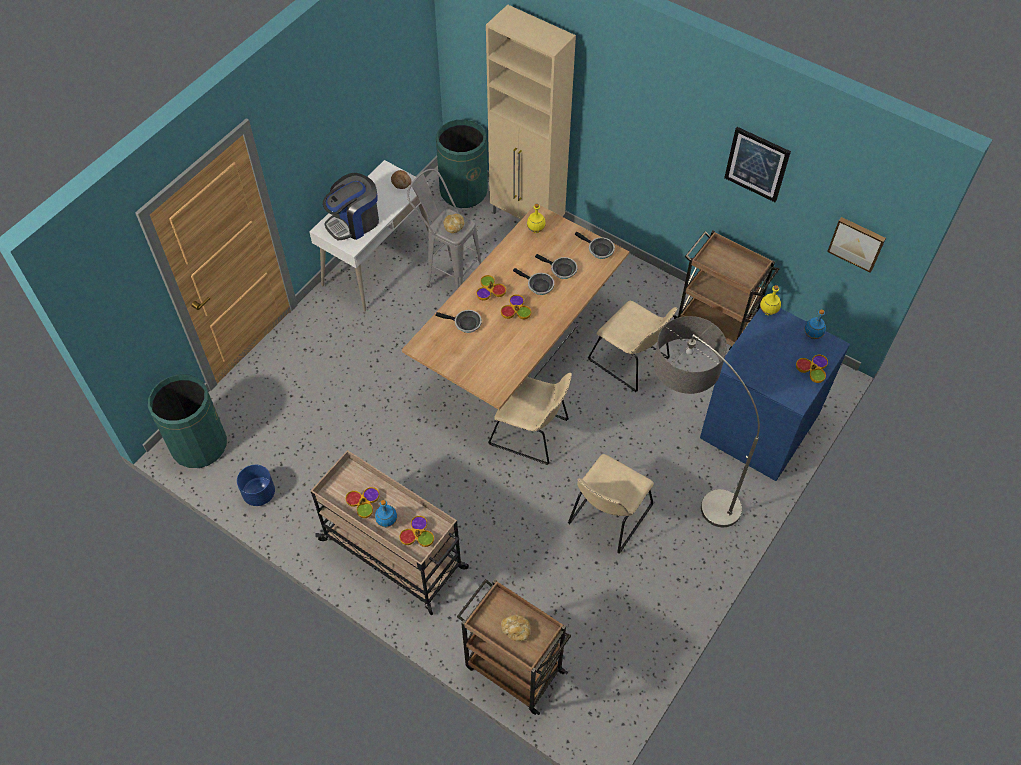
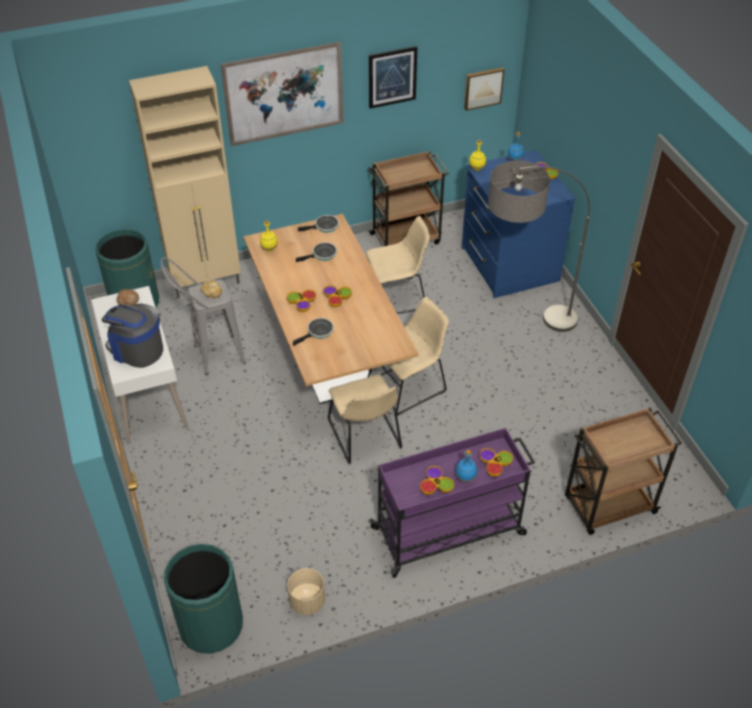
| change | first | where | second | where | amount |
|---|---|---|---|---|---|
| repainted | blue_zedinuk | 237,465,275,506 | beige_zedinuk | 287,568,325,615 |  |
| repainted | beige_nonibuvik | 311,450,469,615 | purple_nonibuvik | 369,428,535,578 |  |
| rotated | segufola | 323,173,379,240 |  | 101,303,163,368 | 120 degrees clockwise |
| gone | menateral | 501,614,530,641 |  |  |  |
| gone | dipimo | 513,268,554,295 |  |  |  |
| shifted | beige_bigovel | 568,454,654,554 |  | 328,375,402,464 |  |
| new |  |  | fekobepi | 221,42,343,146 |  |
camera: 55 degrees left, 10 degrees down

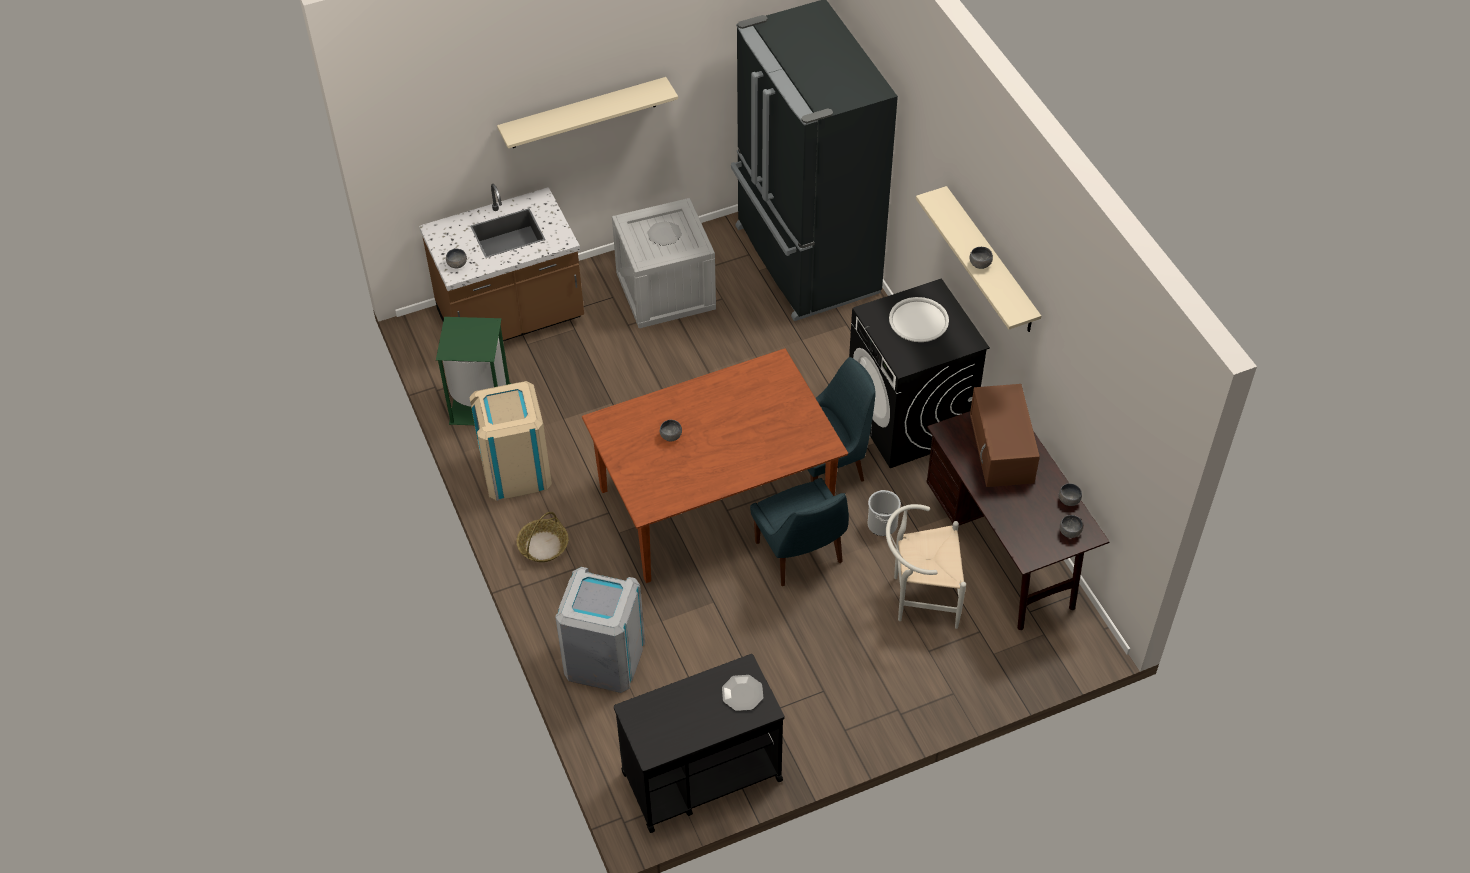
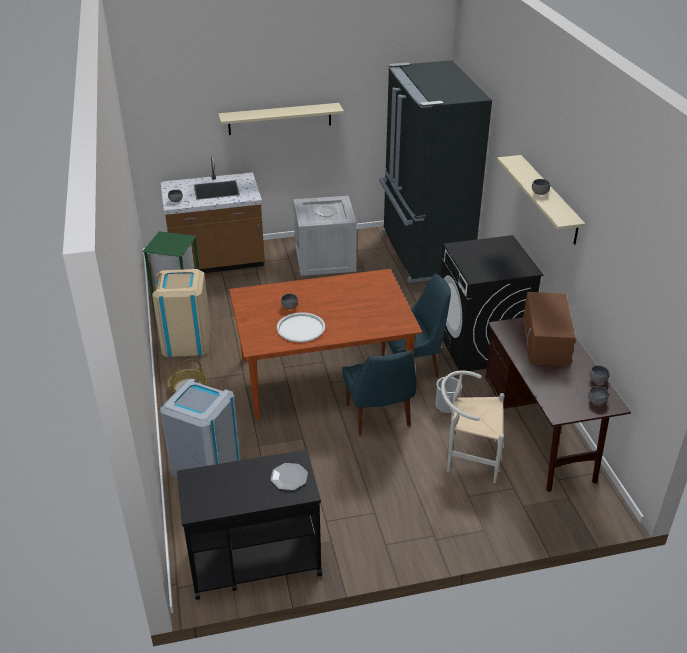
| change | first | where | second | where | amount |
|---|---|---|---|---|---|
| shifted | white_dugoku | 889,297,949,342 |  | 277,312,325,342 |  |
camera: 10 degrees right, 15 degrees down

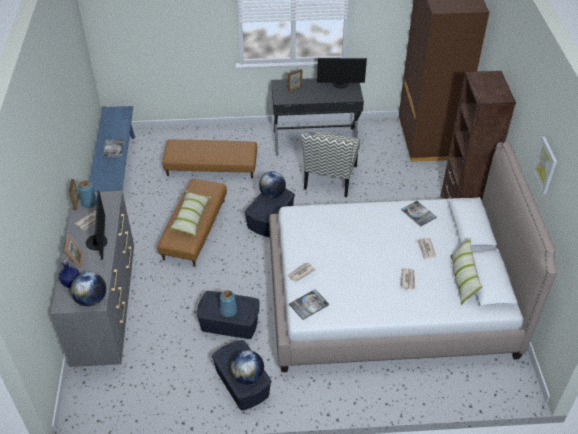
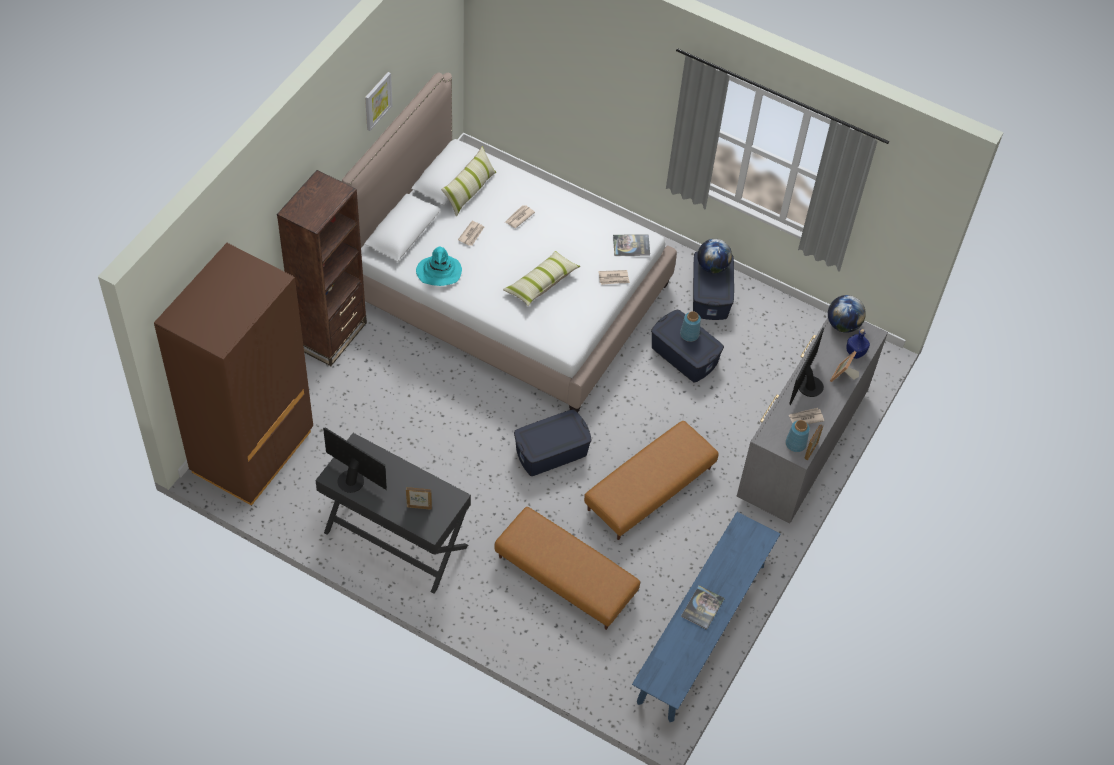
| change | first | where | second | where | amount |
|---|---|---|---|---|---|
| shifted | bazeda | 169,190,211,236 |  | 503,251,580,306 |  |
| gone | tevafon | 259,171,286,198 |  |  |  |
| gone | bigovel | 301,131,360,197 |  |  |  |
| swapped | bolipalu | 401,201,437,227 | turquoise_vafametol | 416,247,462,286 |  |
camera: 150 degrees left, 10 degrees up

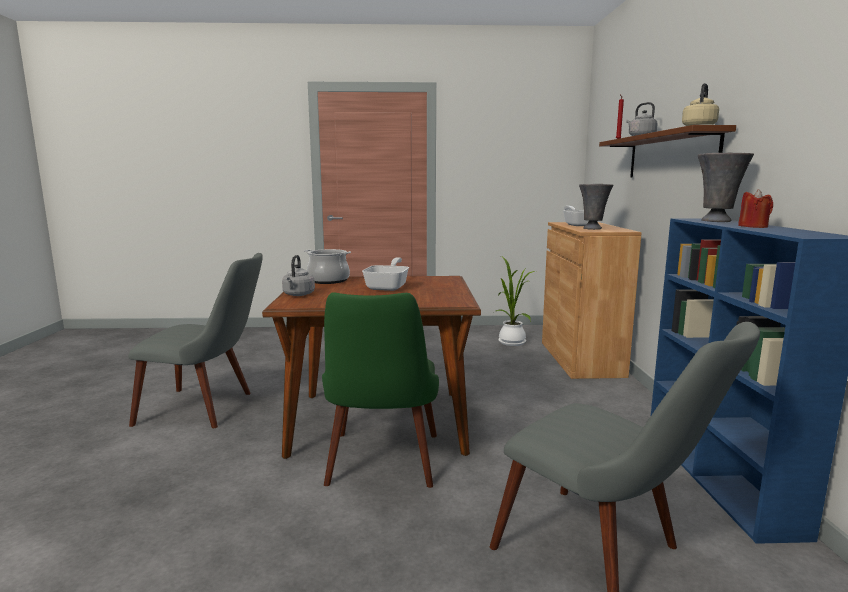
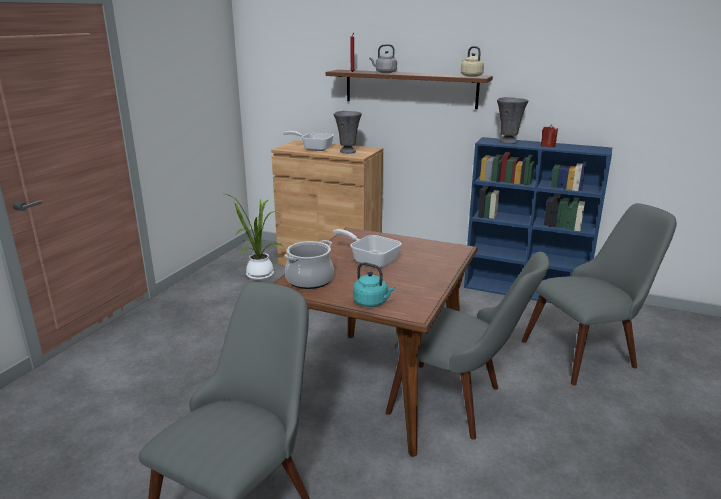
| change | first | where | second | where | amount |
|---|---|---|---|---|---|
| repainted | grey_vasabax | 282,255,315,296 | turquoise_vasabax | 353,262,395,307 |  |
| repainted | green_bigovel | 322,292,439,488 | grey_bigovel | 386,252,550,440 |  |
camera: 65 degrees left, 10 degrees up

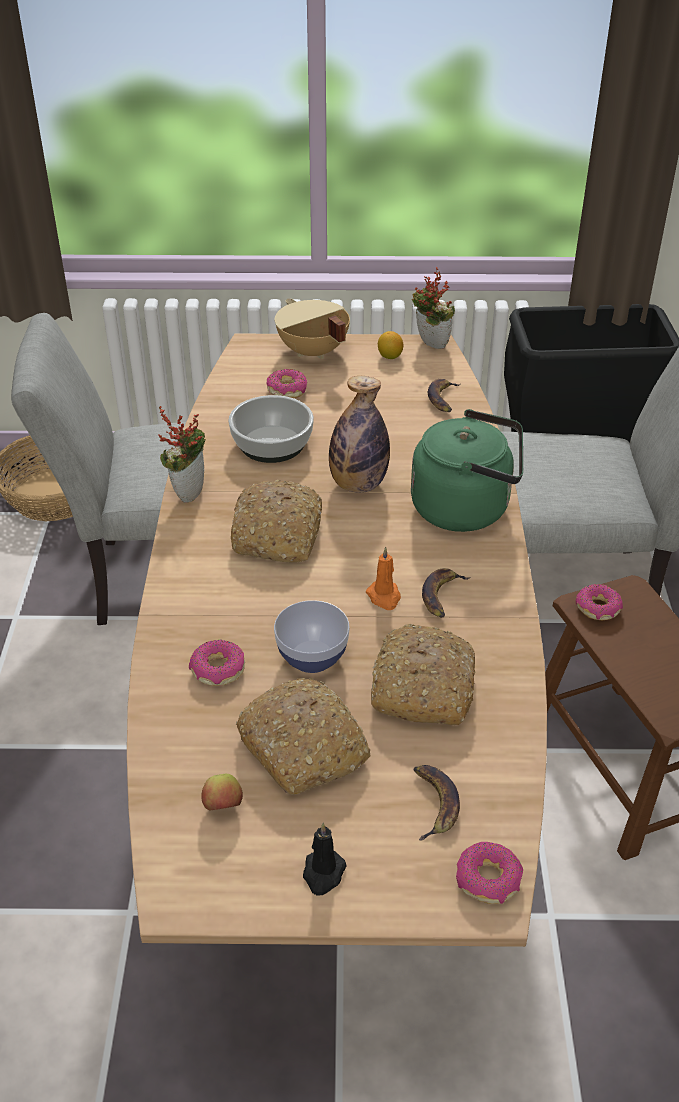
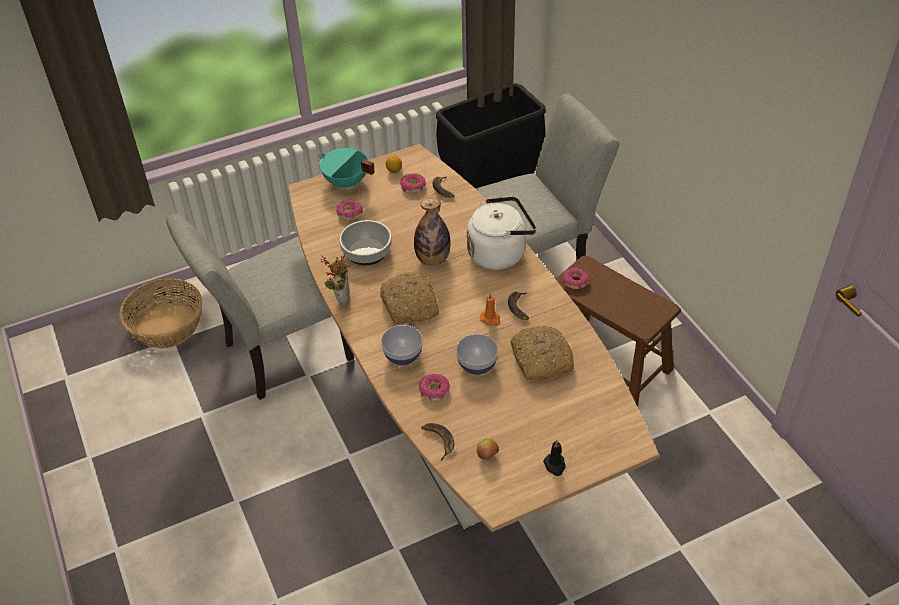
| change | first | where | second | where | amount |
|---|---|---|---|---|---|
| gone | menateral | 236,678,370,795 |  |  |  |
| repainted | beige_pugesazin | 275,299,350,360 | turquoise_pugesazin | 318,148,375,189 |  |
| repainted | green_vasabax | 411,409,523,532 | white_vasabax | 467,196,536,270 |  |
| gone | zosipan | 412,267,455,349 |  |  |  |
| shifted | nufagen | 414,765,460,840 |  | 421,423,454,461 |  |
| shifted | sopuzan | 456,842,523,904 |  | 400,173,426,193 |  |
| new |  |  | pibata | 381,325,423,365 |  |
camera: 25 degrees left, 5 degrees up

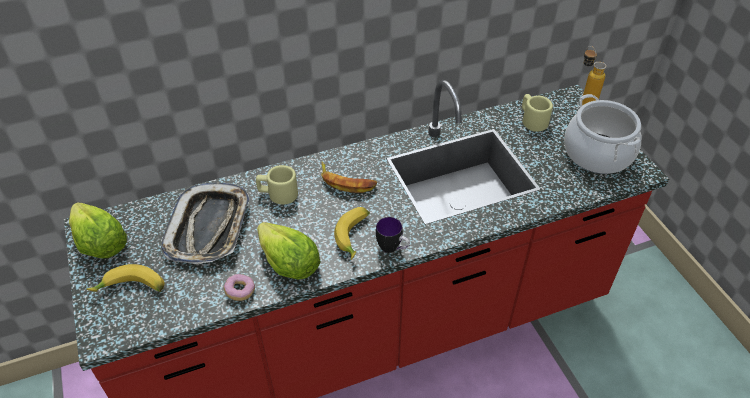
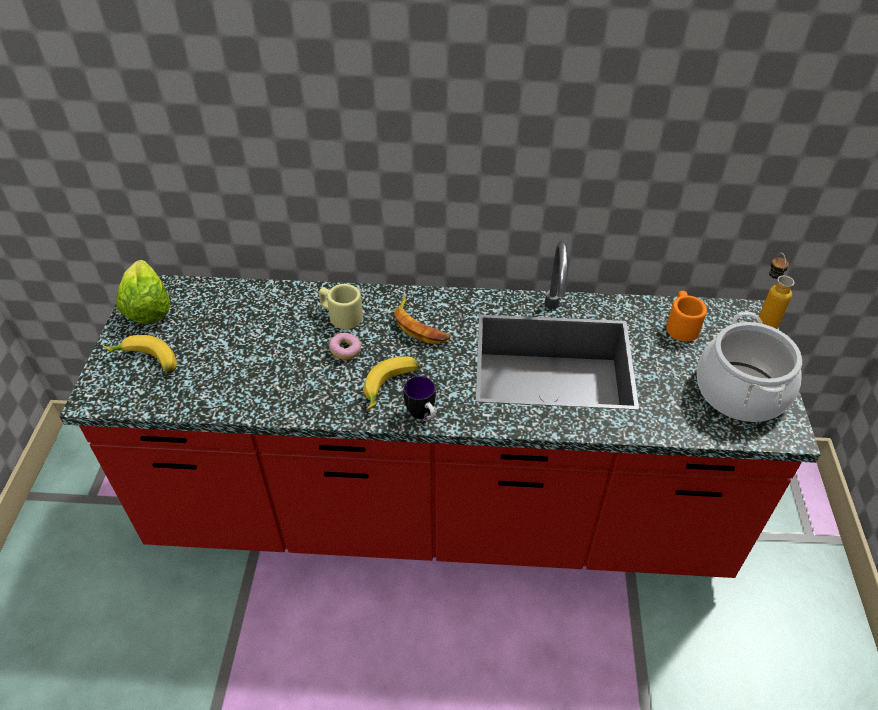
| change | first | where | second | where | amount |
|---|---|---|---|---|---|
| gone | dugoku | 161,183,250,264 |  |  |  |
| shifted | sopuzan | 224,274,255,301 |  | 329,333,361,360 |  |
| gone | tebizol | 257,222,321,280 |  |  |  |
| repainted | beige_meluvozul | 522,94,553,132 | orange_meluvozul | 666,291,707,341 |  |
camera: 25 degrees right, 0 degrees up

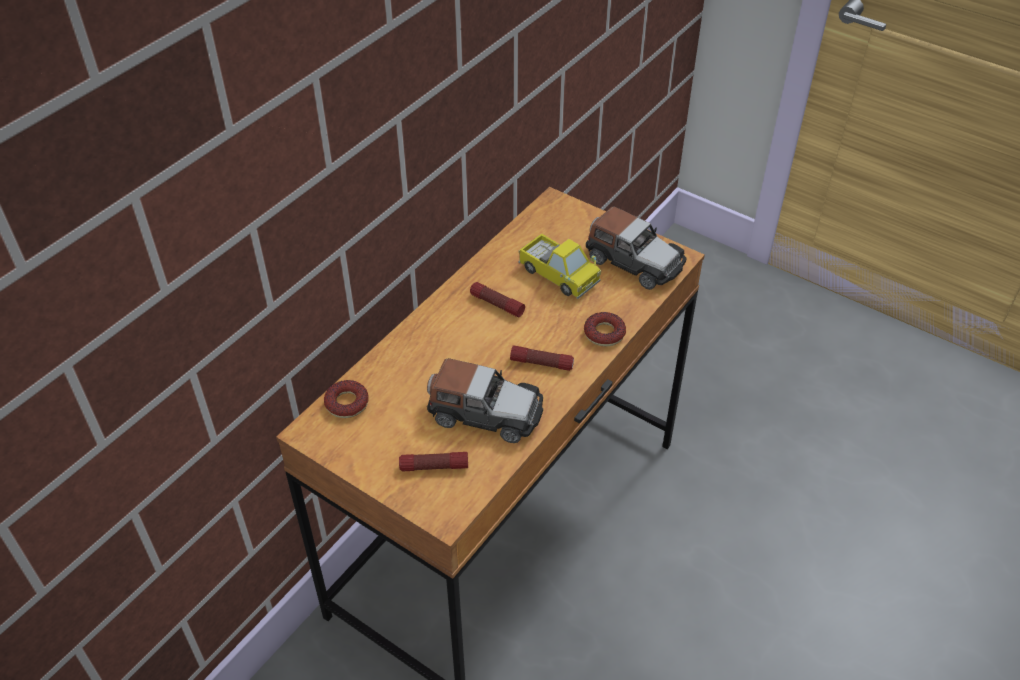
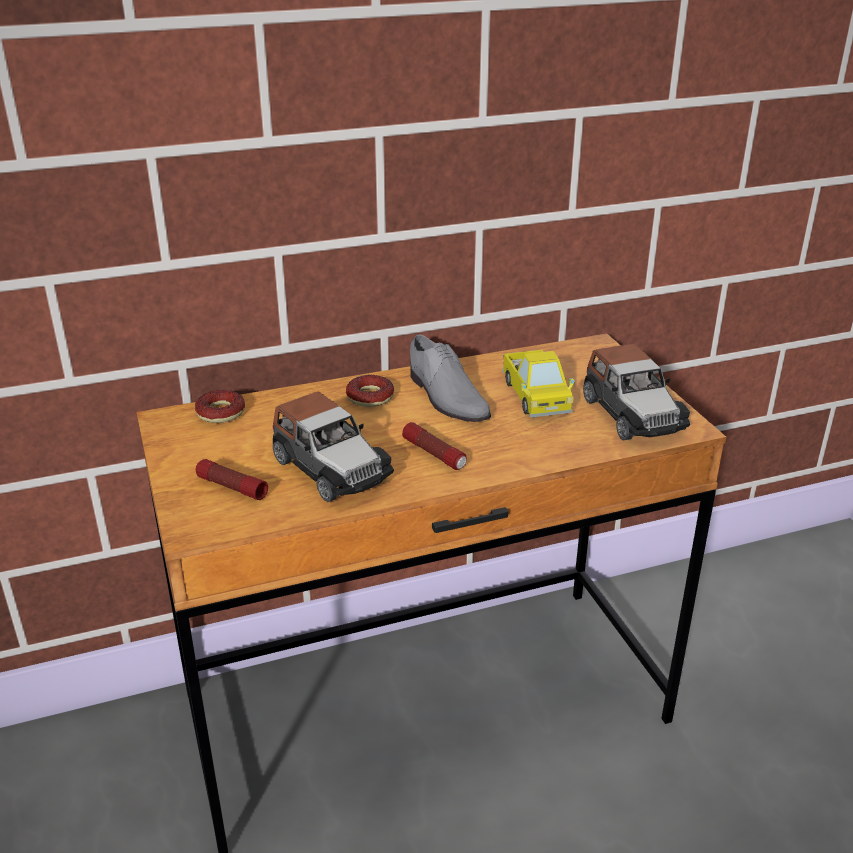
| change | first | where | second | where | amount |
|---|---|---|---|---|---|
| swapped | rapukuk | 470,282,525,317 | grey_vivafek | 410,334,491,422 |  |
| shifted | sopuzan | 584,312,626,346 |  | 346,375,394,407 |  |
camera: 35 degrees right, 15 degrees down

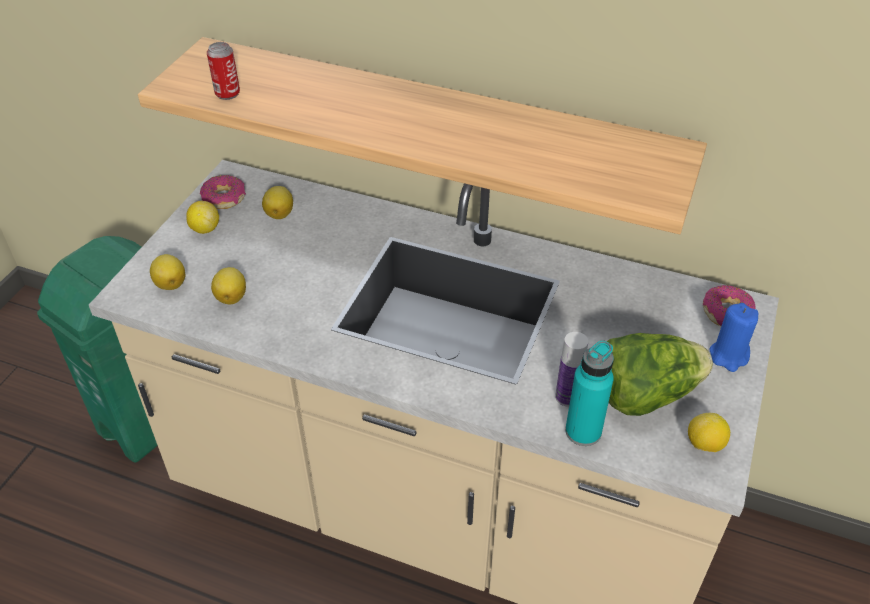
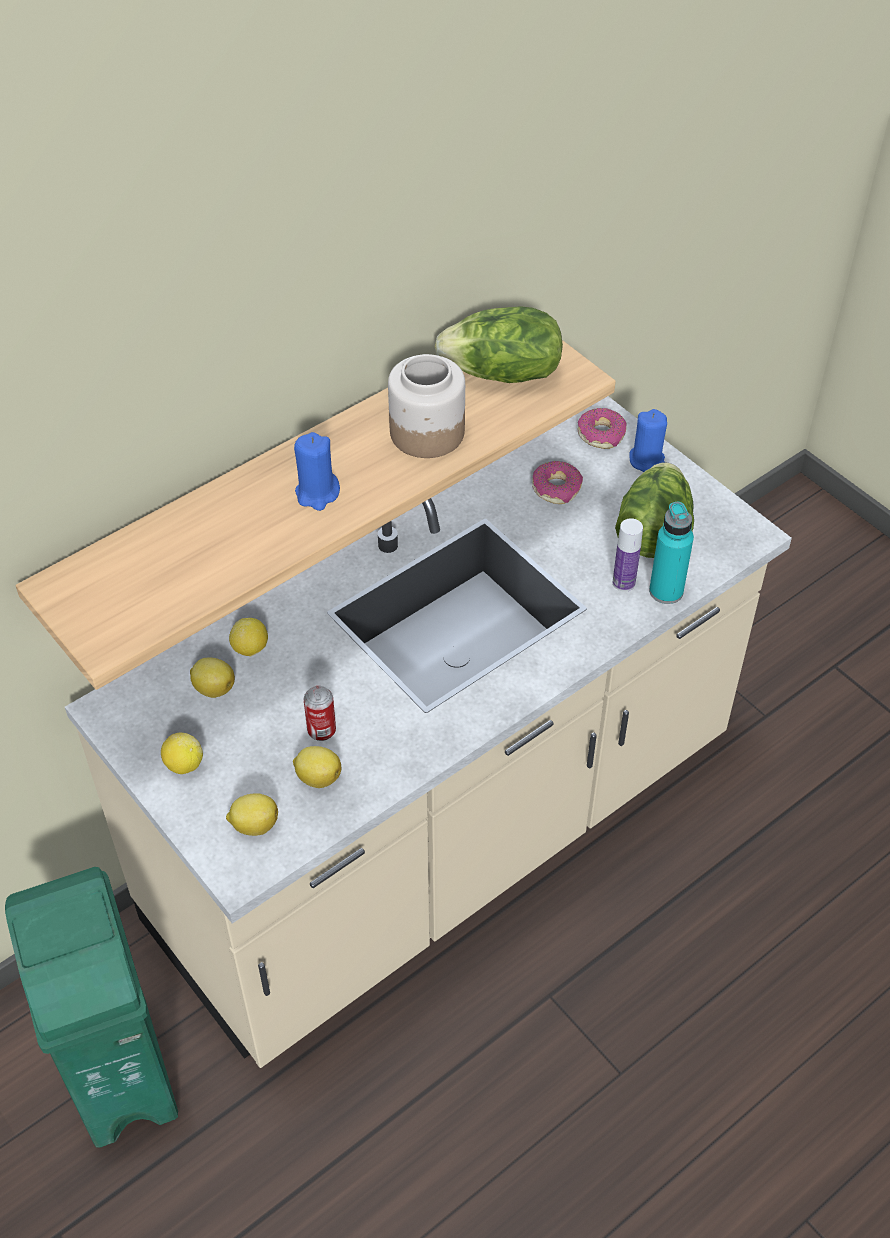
| change | first | where | second | where | amount |
|---|---|---|---|---|---|
| shifted | sopuzan | 200,175,246,209 |  | 532,461,583,504 |  |
| shifted | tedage | 207,42,240,100 |  | 303,686,336,741 |  |
| shifted | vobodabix | 688,413,730,452 |  | 229,618,268,657 |  |
| new |  |  | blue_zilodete | 294,432,340,511 |  |
| new |  |  | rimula | 388,354,465,458 |  |
| new |  |  | tebizol | 435,306,563,383 |  |
camera: 60 degrees left, 5 degrees up

